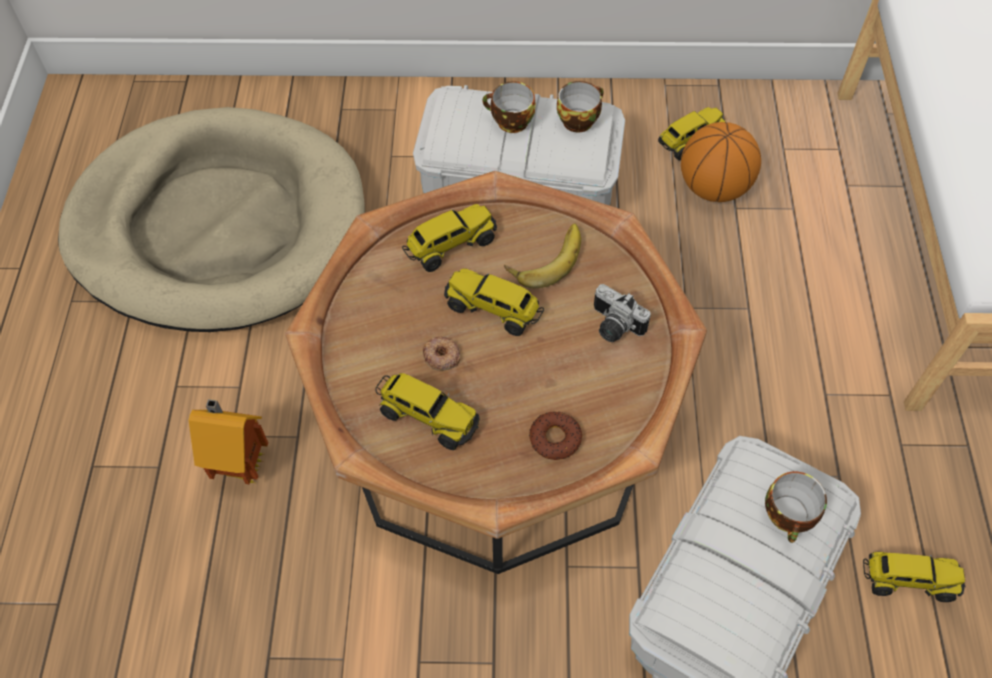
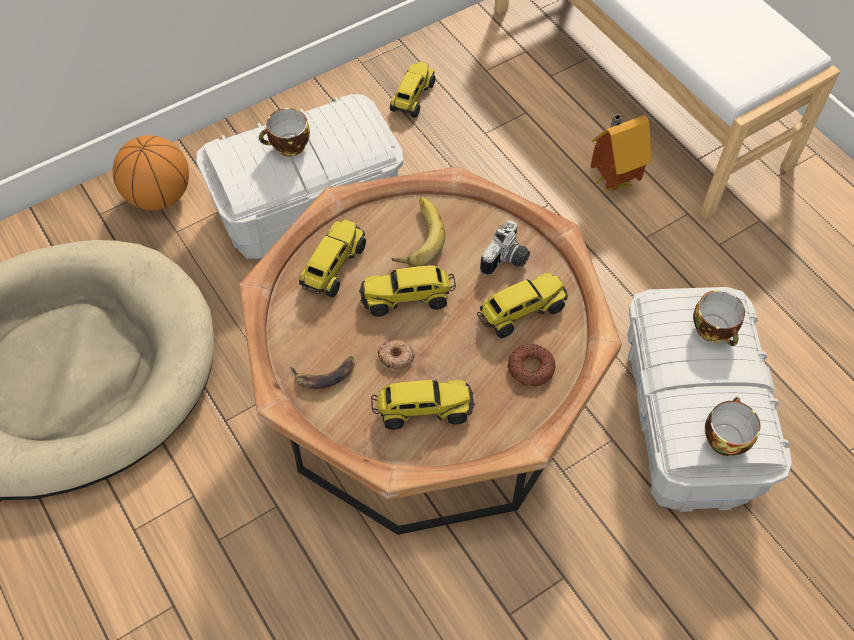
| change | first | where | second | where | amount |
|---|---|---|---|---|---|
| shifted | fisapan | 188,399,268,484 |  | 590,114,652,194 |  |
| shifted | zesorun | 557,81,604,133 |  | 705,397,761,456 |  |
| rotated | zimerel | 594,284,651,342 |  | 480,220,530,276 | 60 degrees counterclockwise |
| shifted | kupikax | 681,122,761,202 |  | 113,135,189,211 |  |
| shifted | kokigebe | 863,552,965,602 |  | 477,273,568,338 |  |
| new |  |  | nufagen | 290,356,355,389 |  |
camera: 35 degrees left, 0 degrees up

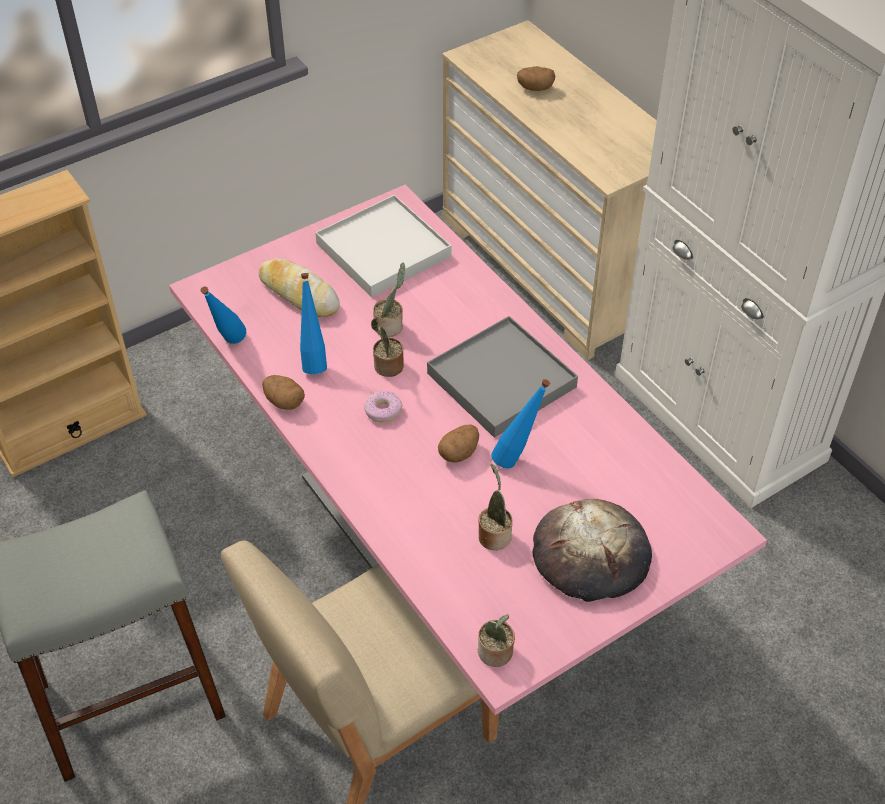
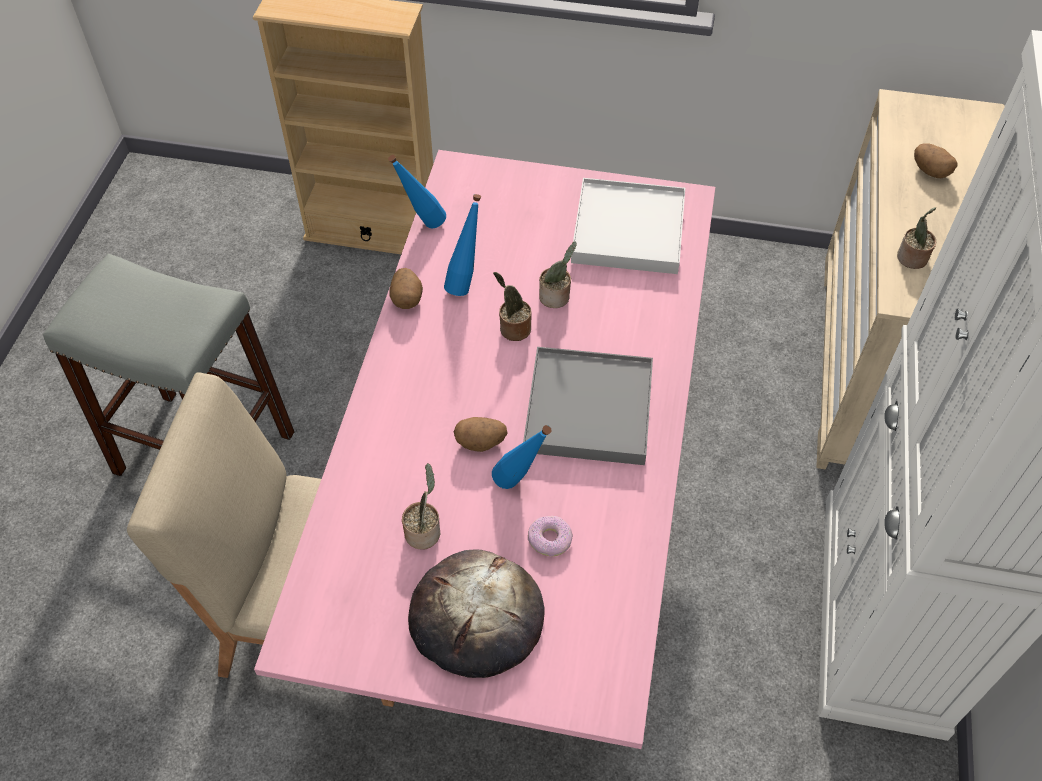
| change | first | where | second | where | amount |
|---|---|---|---|---|---|
| gone | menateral | 259,258,340,317 |  |  |  |
| shifted | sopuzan | 364,391,403,422 |  | 528,516,573,556 |  |
| shifted | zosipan | 478,614,515,667 |  | 897,207,936,269 |  |
camera: 45 degrees right, 5 degrees up

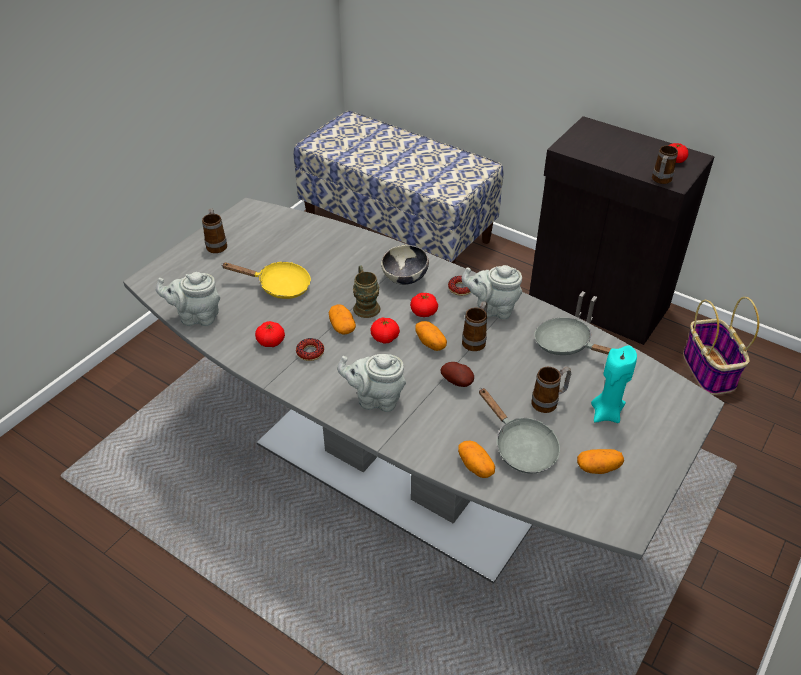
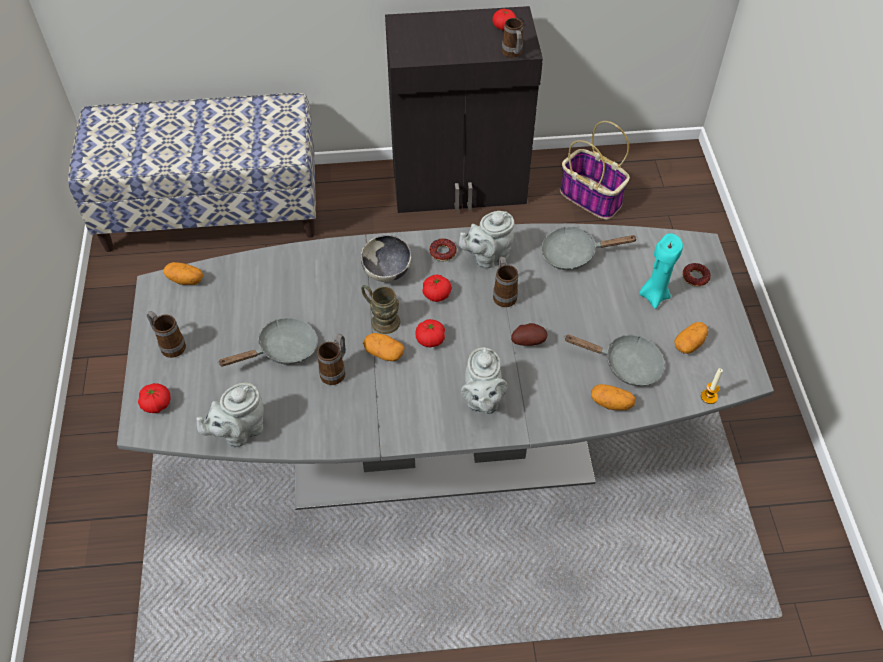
| change | first | where | second | where | amount |
|---|---|---|---|---|---|
| repainted | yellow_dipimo | 221,262,311,299 | grey_dipimo | 217,318,318,367 |  |
| shifted | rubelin | 255,321,285,347 |  | 138,383,170,413 |  |
| shifted | sopuzan | 296,338,324,361 |  | 682,263,711,287 |  |
| rotated | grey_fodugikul | 337,354,406,412 |  | 461,347,507,414 | 60 degrees counterclockwise |
| shifted | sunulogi | 415,321,447,351 |  | 163,262,203,285 |  |
| shifted | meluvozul | 531,366,571,413 |  | 317,333,346,385 |  |
| new |  |  | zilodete | 701,368,723,404 |  |
camera: 40 degrees left, 10 degrees up

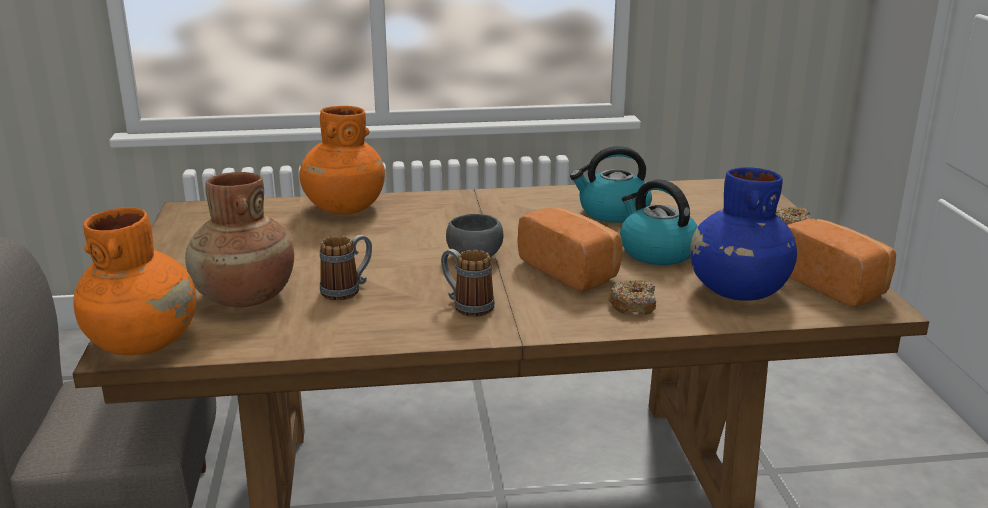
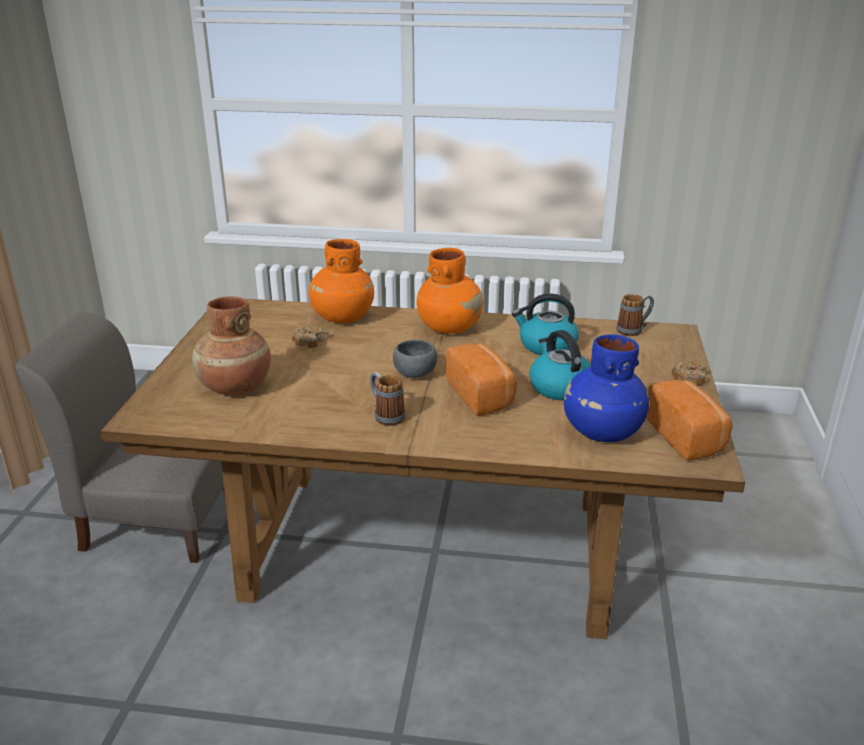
| change | first | where | second | where | amount |
|---|---|---|---|---|---|
| shifted | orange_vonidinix | 73,207,196,355 |  | 416,248,483,334 |  |
| shifted | meluvozul | 320,235,372,300 |  | 616,294,654,336 |  |
| shifted | sopuzan | 608,280,656,315 |  | 292,325,325,348 |  |
camera: 15 degrees right, 5 degrees up

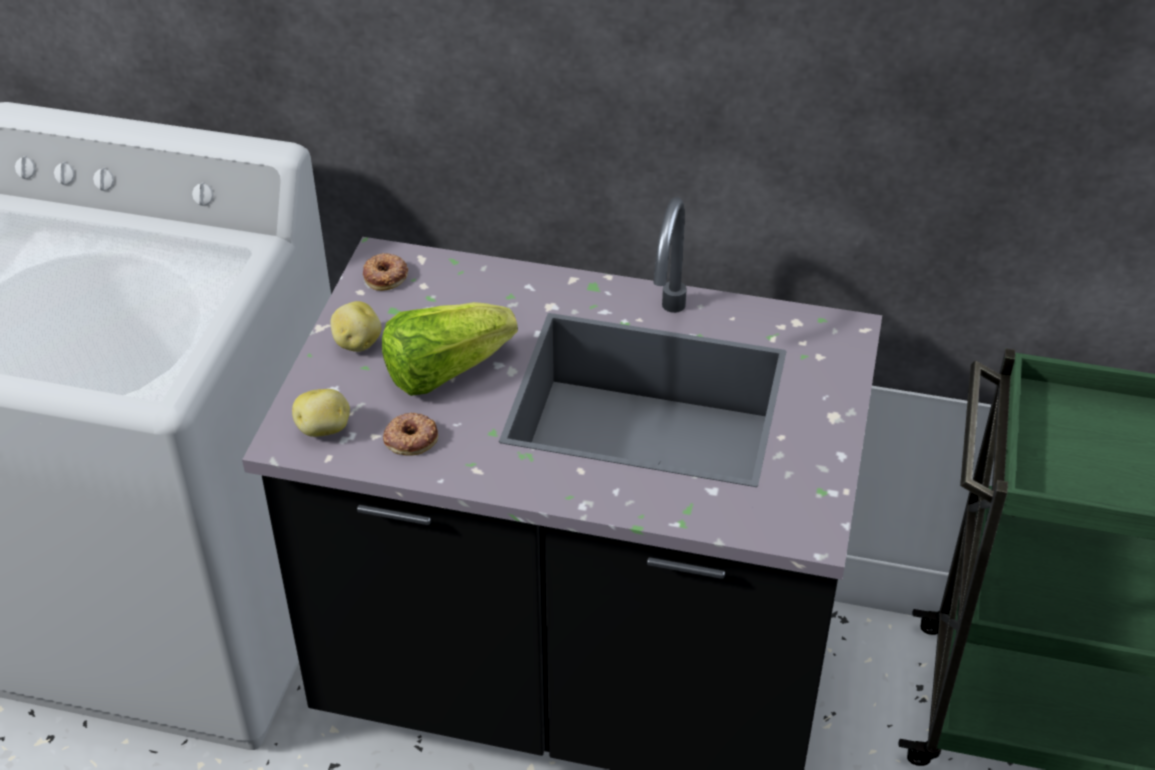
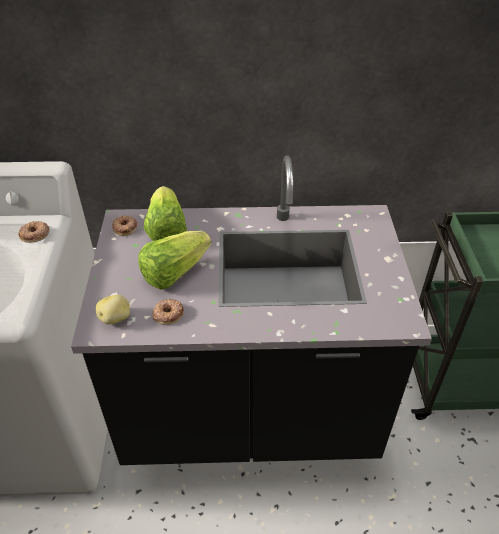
| change | first | where | second | where | amount |
|---|---|---|---|---|---|
| gone | sunulogi | 330,301,381,352 |  |  |  |
| new |  |  | sopuzan | 18,221,50,243 |  |
| new |  |  | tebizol | 144,186,187,241 |  |
camera: 15 degrees left, 0 degrees up

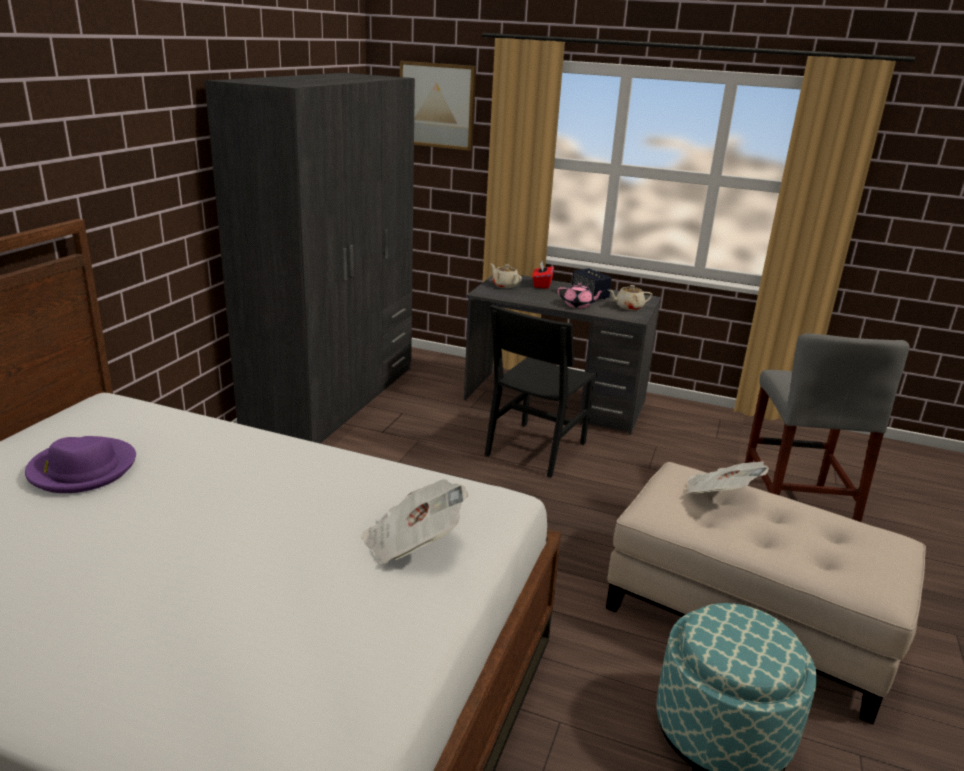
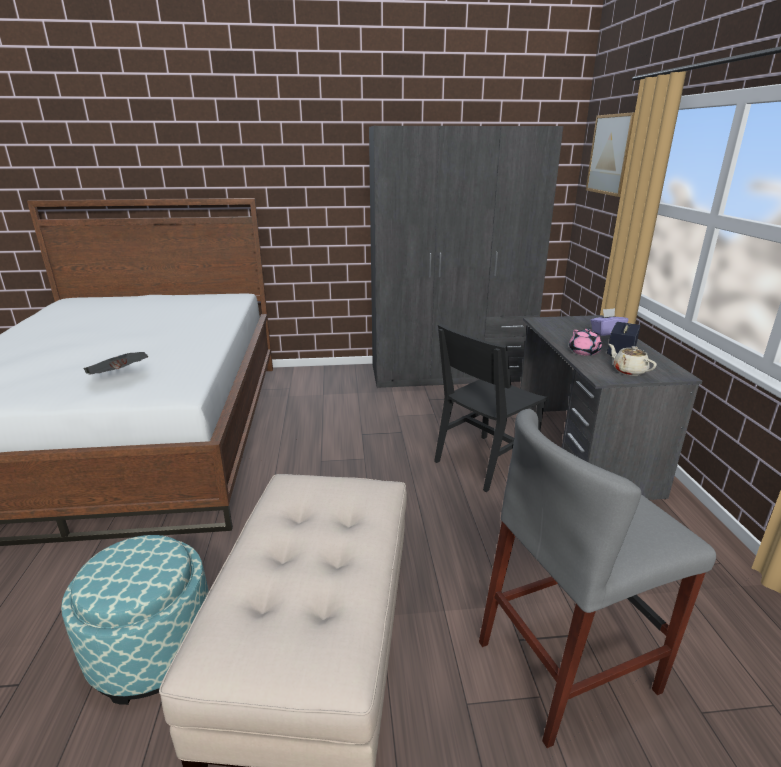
| change | first | where | second | where | amount |
|---|---|---|---|---|---|
| gone | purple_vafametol | 25,436,136,493 |  |  |  |
| rotated | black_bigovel | 485,304,597,478 |  | 434,324,548,492 | 45 degrees counterclockwise |
| gone | beige_fodugikul | 491,264,522,288 |  |  |  |
| repainted | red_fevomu | 532,261,554,289 | purple_fevomu | 590,308,628,336 |  |
| gone | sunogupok | 685,462,769,493 |  |  |  |
camera: 65 degrees right, 0 degrees up

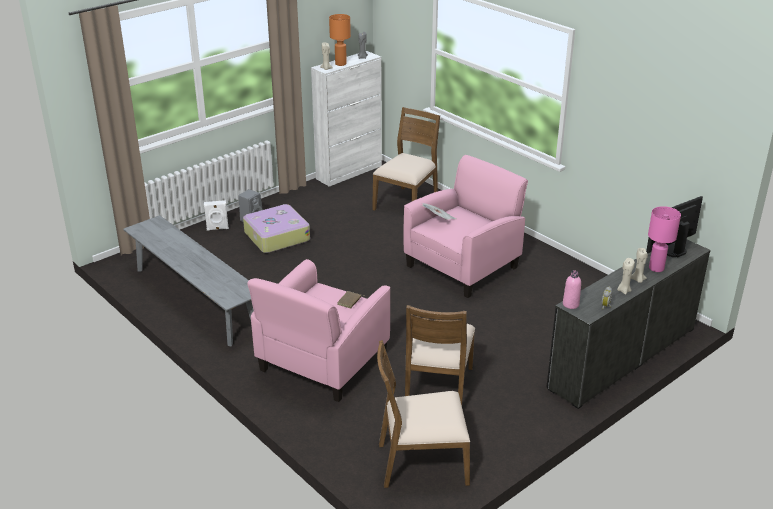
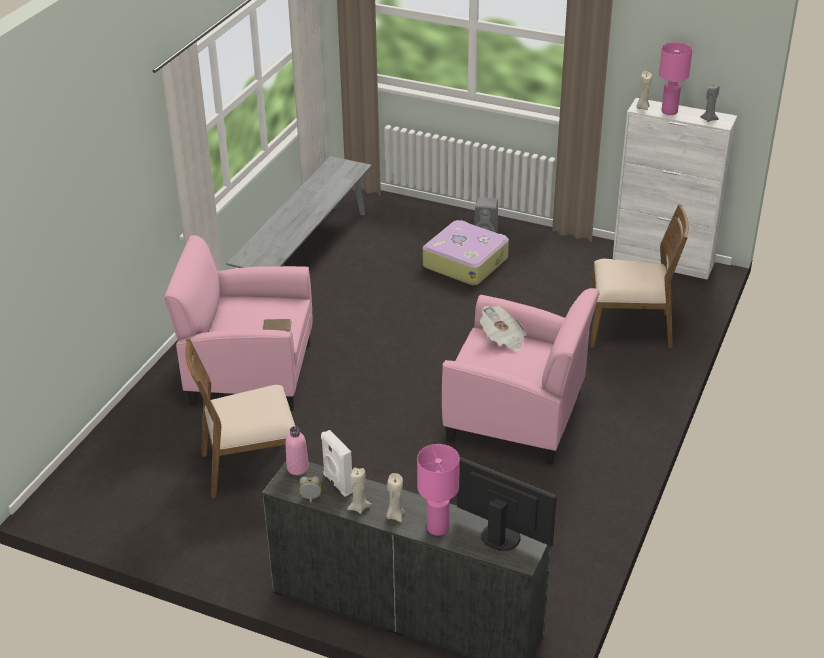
| change | first | where | second | where | amount |
|---|---|---|---|---|---|
| shifted | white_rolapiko | 204,200,229,231 |  | 321,430,353,497 |  |
| repainted | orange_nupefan | 329,14,351,66 | pink_nupefan | 659,42,693,115 |  |
| gone | brown_bigovel | 377,340,470,488 |  |  |  |
camera: 65 degrees right, 5 degrees up

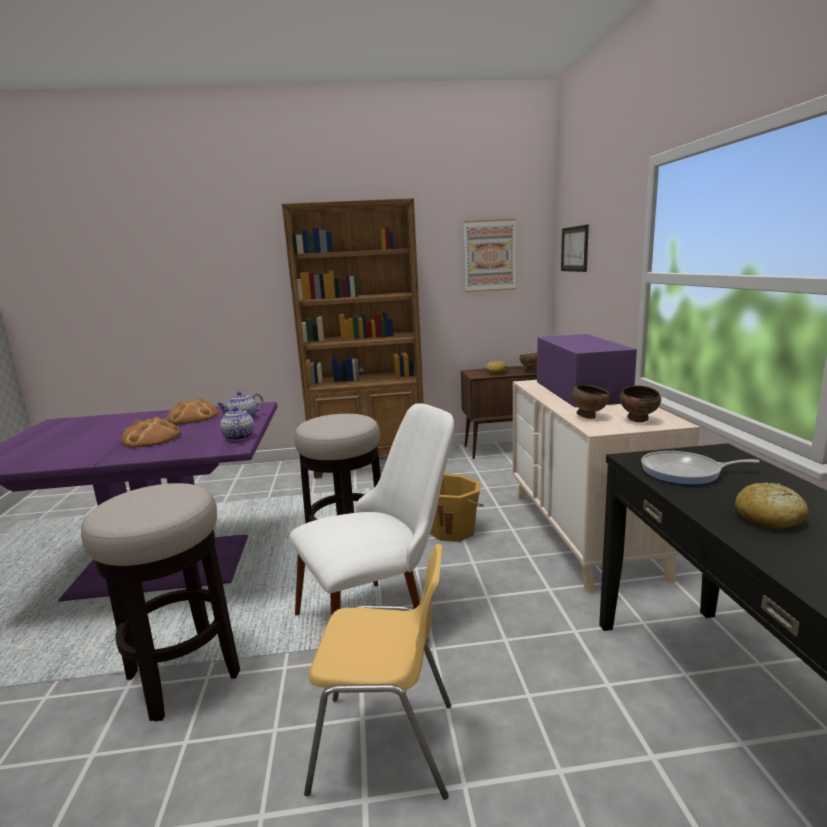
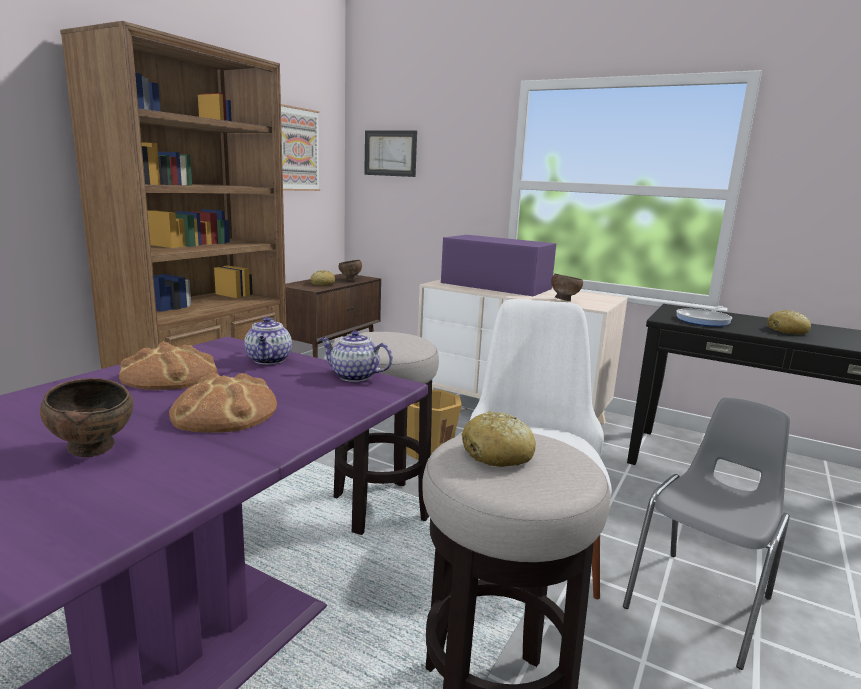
| change | first | where | second | where | amount |
|---|---|---|---|---|---|
| repainted | yellow_bigovel | 304,544,451,800 | grey_bigovel | 623,397,790,670 |  |
| shifted | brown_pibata | 620,385,661,422 |  | 40,378,133,457 |  |
| new |  |  | menateral | 462,411,536,467 |  |
camera: 55 degrees left, 0 degrees up

